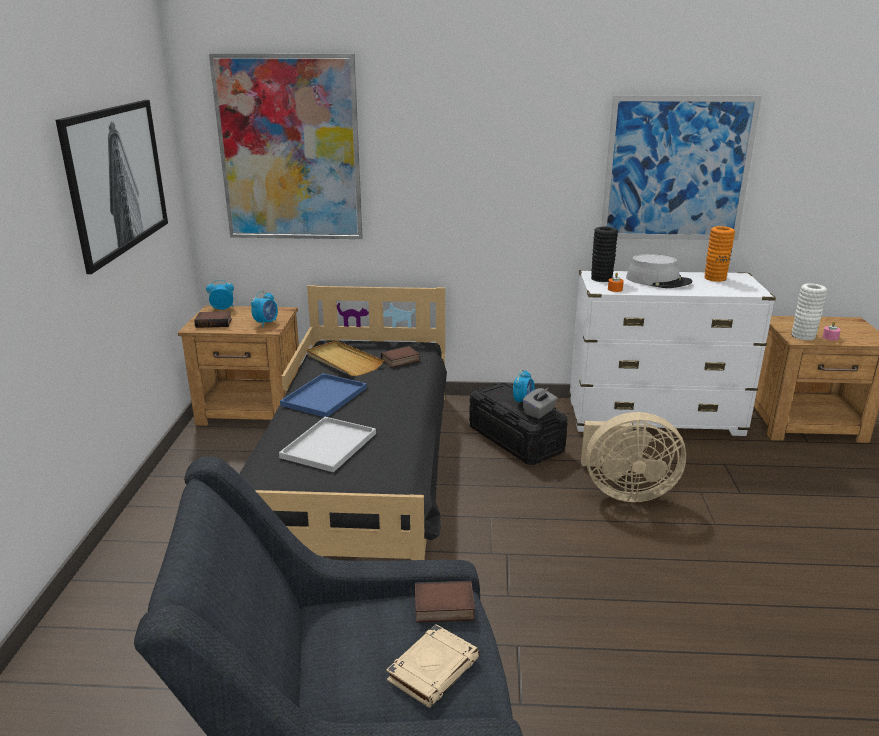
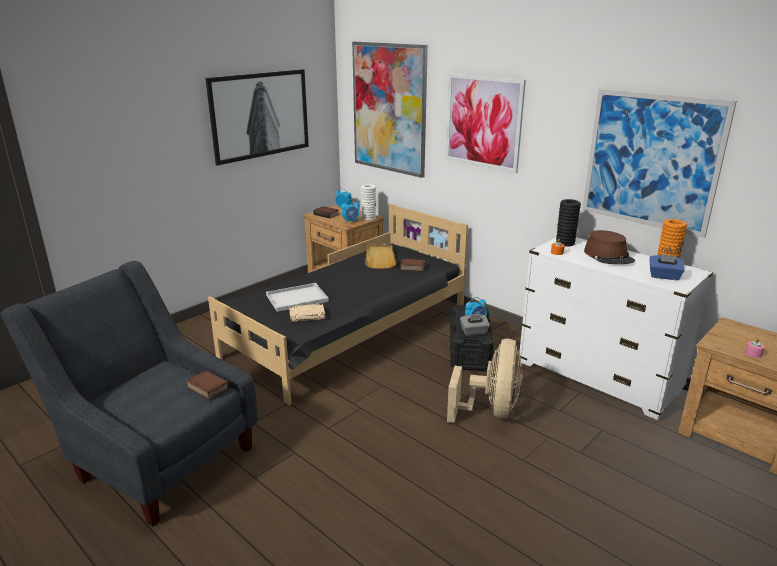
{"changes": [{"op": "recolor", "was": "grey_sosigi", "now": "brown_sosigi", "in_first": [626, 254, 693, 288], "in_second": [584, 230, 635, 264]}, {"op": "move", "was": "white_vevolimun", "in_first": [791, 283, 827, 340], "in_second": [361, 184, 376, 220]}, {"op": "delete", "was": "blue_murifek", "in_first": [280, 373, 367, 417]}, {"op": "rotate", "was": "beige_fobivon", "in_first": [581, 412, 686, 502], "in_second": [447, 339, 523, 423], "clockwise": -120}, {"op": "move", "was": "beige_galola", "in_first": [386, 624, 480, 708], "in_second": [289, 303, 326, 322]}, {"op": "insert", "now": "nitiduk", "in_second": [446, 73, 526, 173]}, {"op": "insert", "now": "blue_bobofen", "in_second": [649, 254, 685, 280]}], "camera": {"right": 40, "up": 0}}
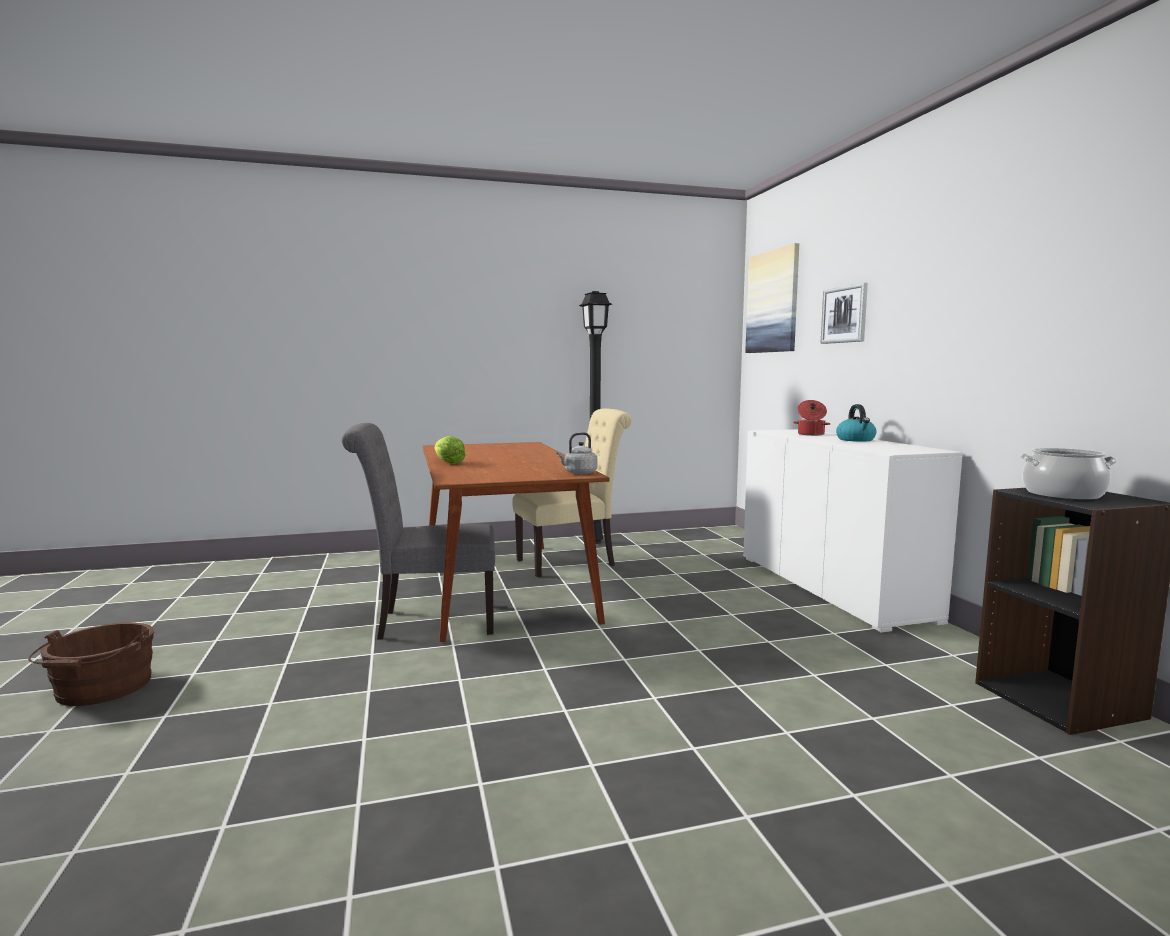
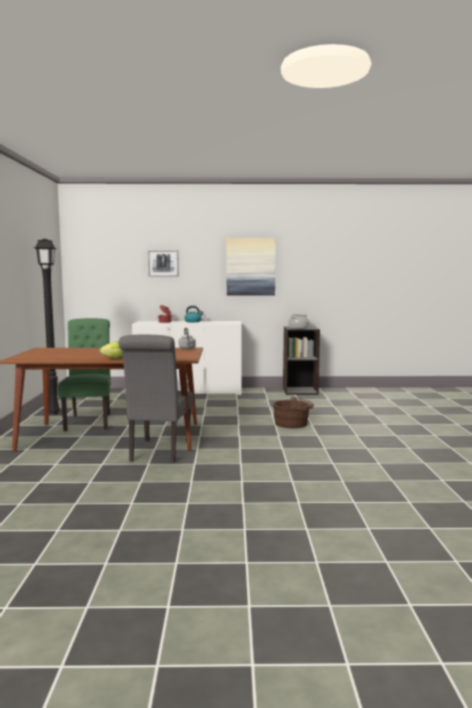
{"changes": [{"op": "move", "was": "nitiduk", "in_first": [745, 243, 799, 353], "in_second": [226, 238, 276, 296]}, {"op": "recolor", "was": "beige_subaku", "now": "green_subaku", "in_first": [512, 409, 632, 577], "in_second": [58, 318, 111, 431]}, {"op": "move", "was": "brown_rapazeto", "in_first": [28, 622, 154, 706], "in_second": [273, 397, 314, 428]}], "camera": {"right": -75, "up": 0}}
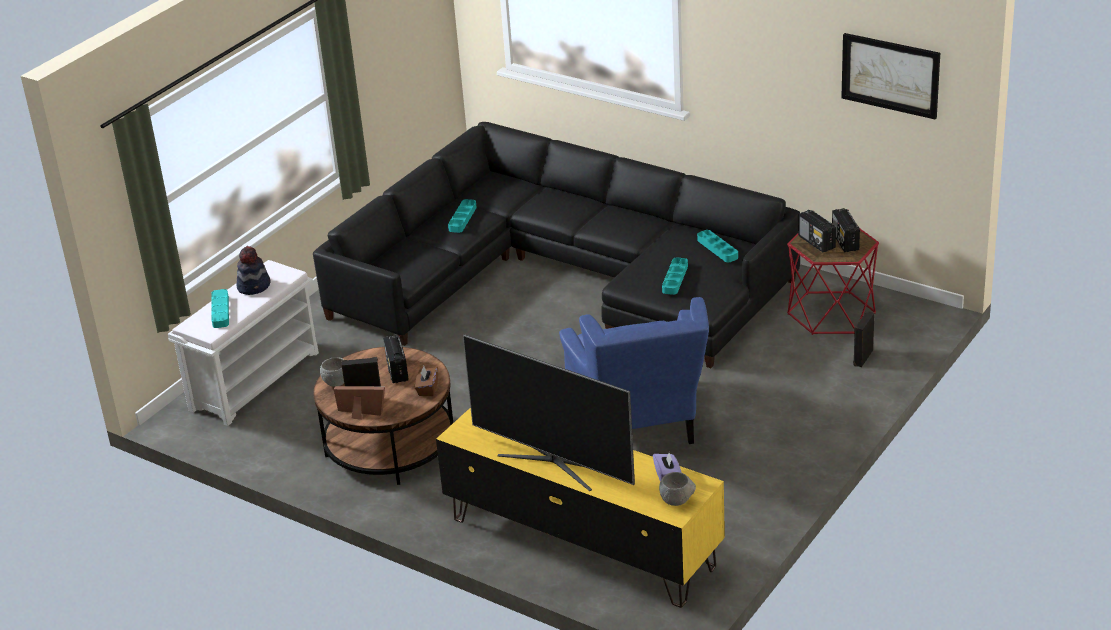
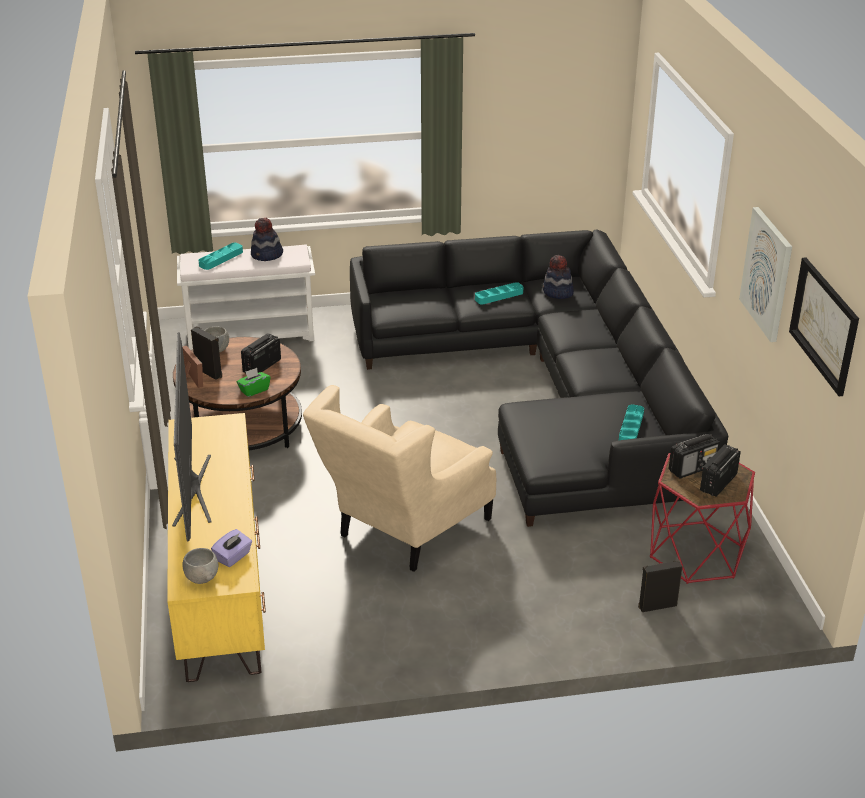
{"changes": [{"op": "rotate", "was": "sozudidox", "in_first": [798, 210, 836, 252], "in_second": [669, 434, 720, 479], "clockwise": -135}, {"op": "delete", "was": "turquoise_murifek", "in_first": [662, 257, 688, 295]}, {"op": "recolor", "was": "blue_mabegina", "now": "beige_mabegina", "in_first": [559, 297, 709, 444], "in_second": [303, 385, 496, 572]}, {"op": "recolor", "was": "brown_bobofen", "now": "green_bobofen", "in_first": [415, 366, 438, 396], "in_second": [237, 368, 271, 397]}, {"op": "insert", "now": "nitiduk", "in_second": [739, 207, 792, 342]}, {"op": "insert", "now": "sosigi", "in_second": [543, 255, 574, 299]}], "camera": {"right": 45, "up": 0}}
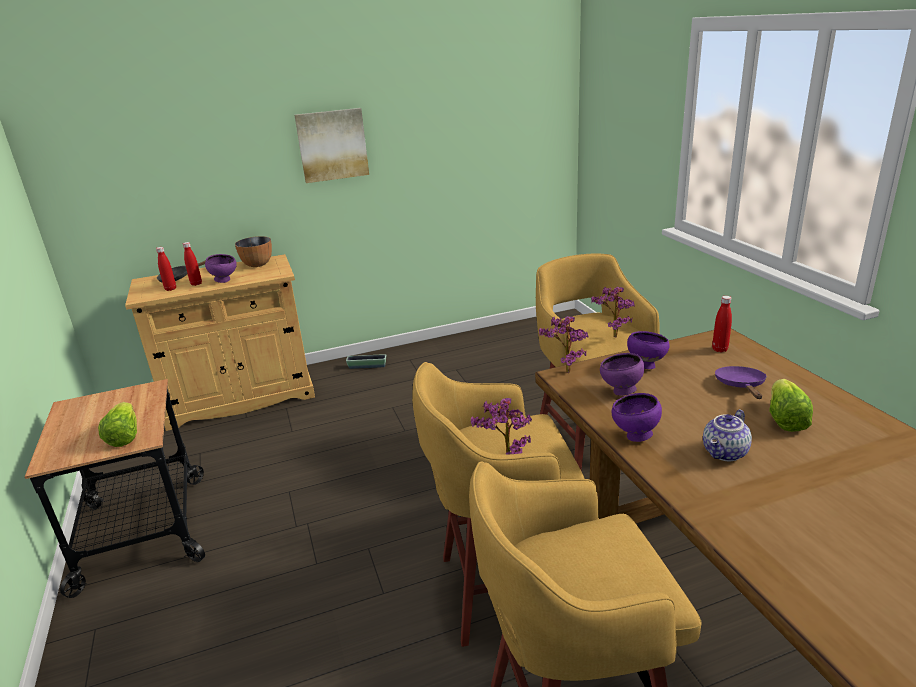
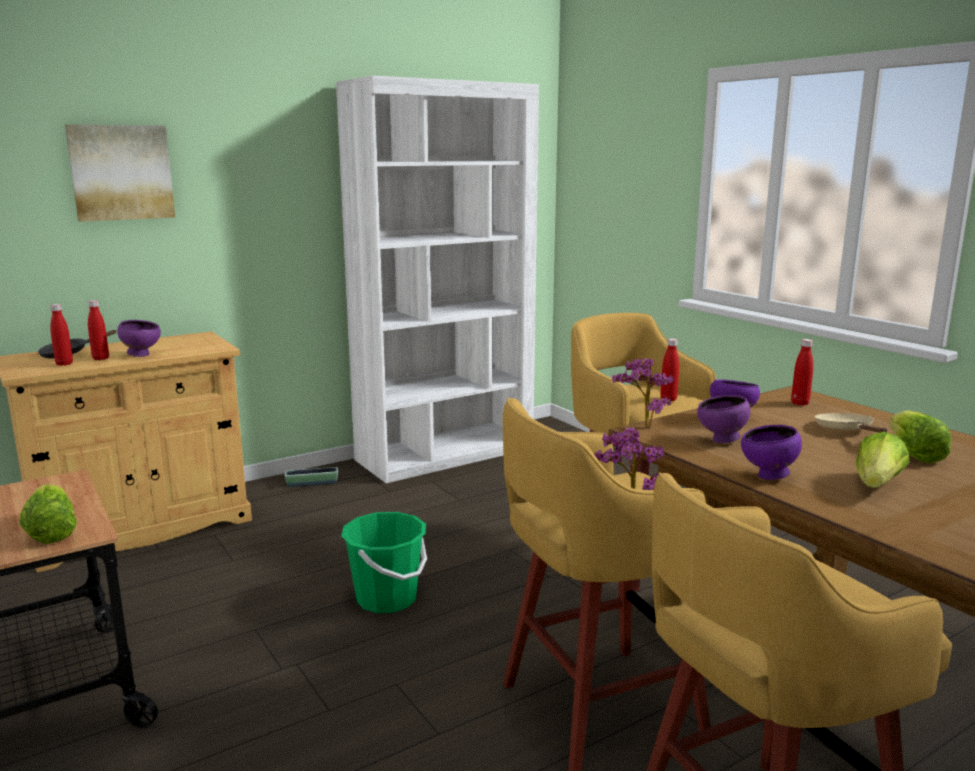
{"changes": [{"op": "move", "was": "nitiduk", "in_first": [294, 108, 369, 183], "in_second": [65, 124, 175, 222]}, {"op": "delete", "was": "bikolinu", "in_first": [235, 236, 272, 267]}, {"op": "replace", "was": "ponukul", "now": "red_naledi", "in_first": [591, 287, 635, 338], "in_second": [660, 338, 679, 401]}, {"op": "recolor", "was": "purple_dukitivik", "now": "beige_dukitivik", "in_first": [715, 366, 767, 399], "in_second": [815, 413, 887, 433]}, {"op": "replace", "was": "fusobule", "now": "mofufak", "in_first": [703, 409, 752, 461], "in_second": [856, 432, 910, 488]}, {"op": "insert", "now": "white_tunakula", "in_second": [336, 76, 539, 483]}, {"op": "insert", "now": "green_rapazeto", "in_second": [341, 512, 427, 613]}], "camera": {"right": -15, "up": -10}}
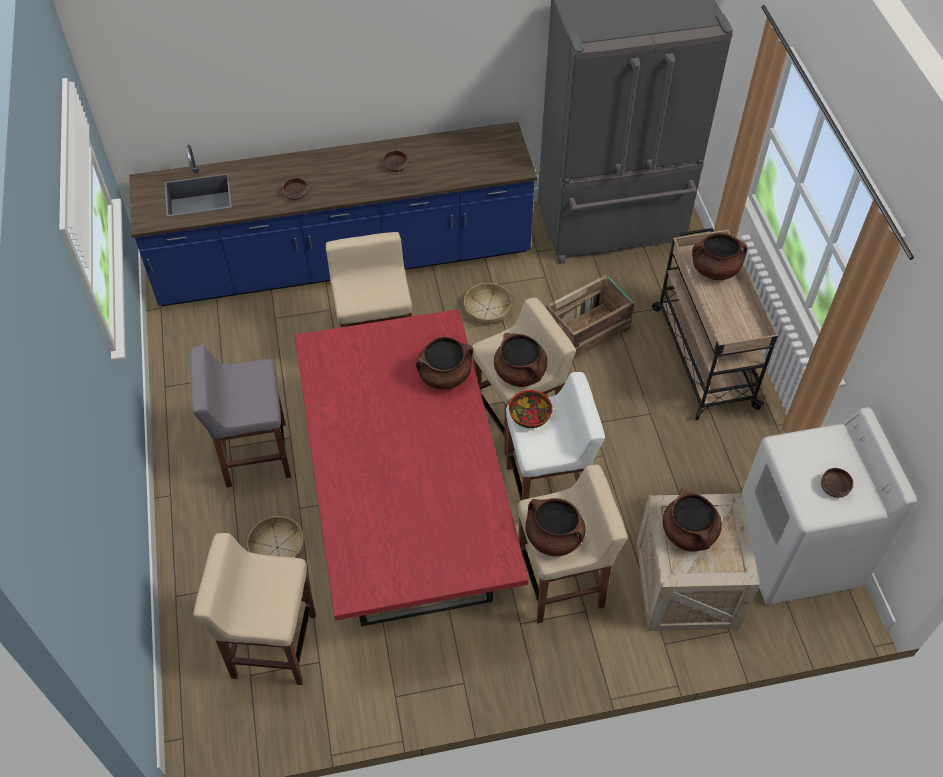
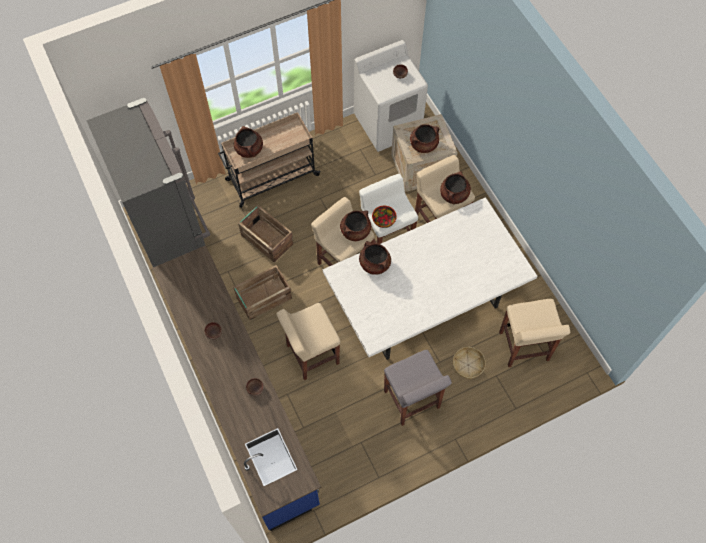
{"changes": [{"op": "replace", "was": "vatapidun", "now": "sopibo", "in_first": [464, 283, 512, 326], "in_second": [233, 265, 292, 320]}, {"op": "recolor", "was": "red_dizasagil", "now": "white_dizasagil", "in_first": [295, 309, 529, 626], "in_second": [323, 197, 537, 360]}], "camera": {"right": -105, "up": 10}}
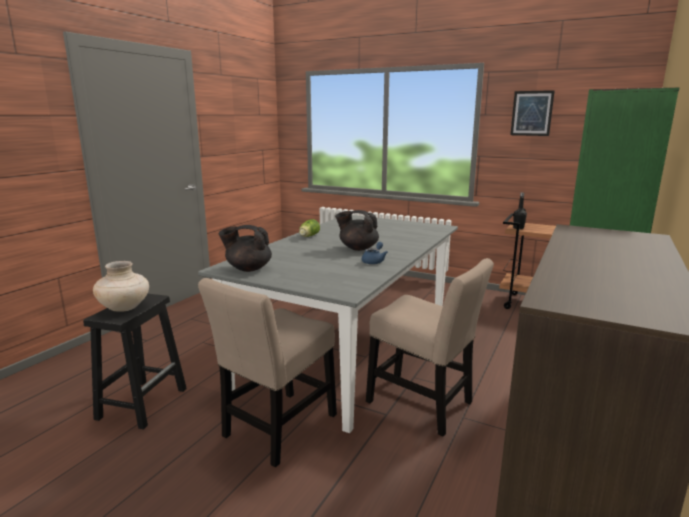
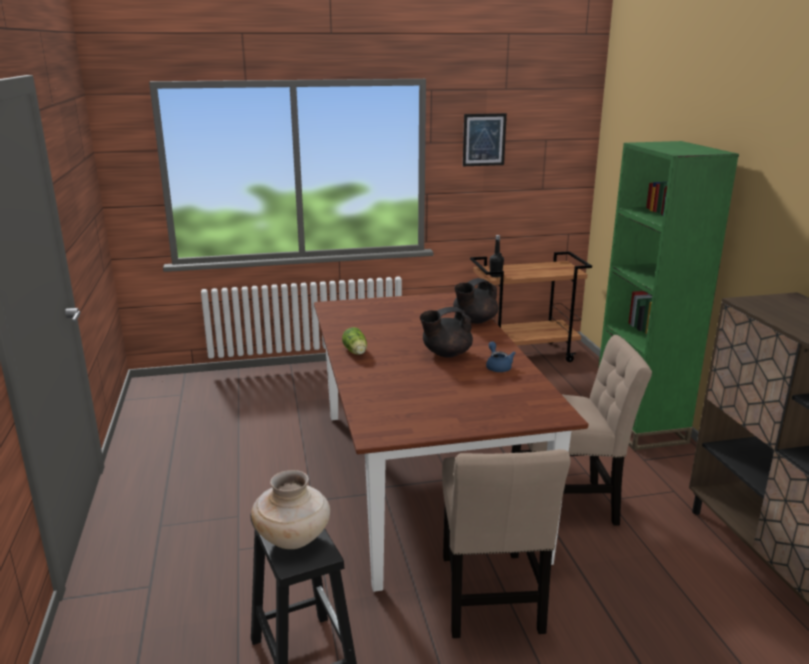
{"changes": [{"op": "recolor", "was": "grey_dizasagil", "now": "brown_dizasagil", "in_first": [198, 215, 458, 433], "in_second": [314, 292, 588, 592]}, {"op": "move", "was": "black_fusobule", "in_first": [219, 225, 272, 272], "in_second": [453, 278, 498, 324]}], "camera": {"right": -40, "up": 5}}
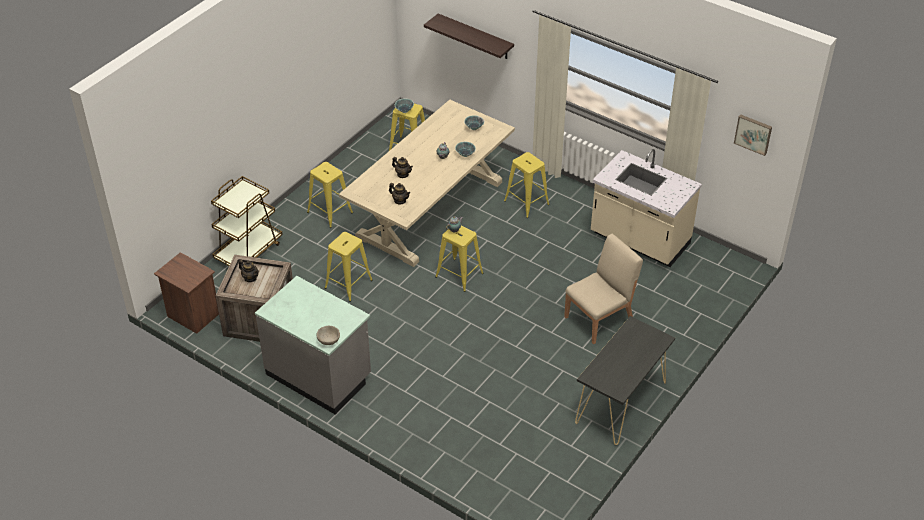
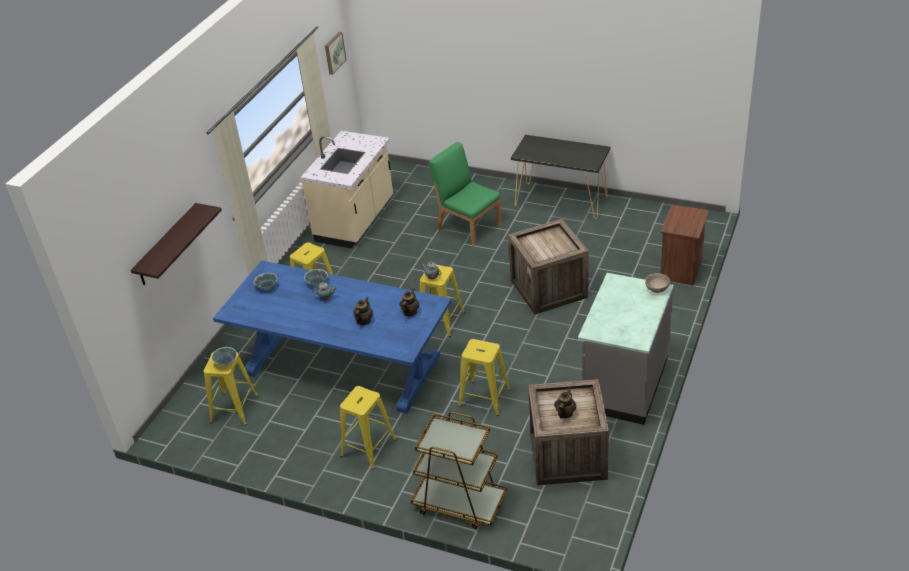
{"changes": [{"op": "recolor", "was": "beige_dizasagil", "now": "blue_dizasagil", "in_first": [339, 100, 515, 267], "in_second": [213, 260, 452, 414]}, {"op": "recolor", "was": "beige_subaku", "now": "green_subaku", "in_first": [564, 234, 643, 344], "in_second": [429, 142, 501, 246]}, {"op": "move", "was": "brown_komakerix", "in_first": [154, 252, 219, 334], "in_second": [661, 205, 709, 286]}, {"op": "insert", "now": "sopibo", "in_second": [508, 219, 589, 315]}], "camera": {"right": -100, "up": -5}}
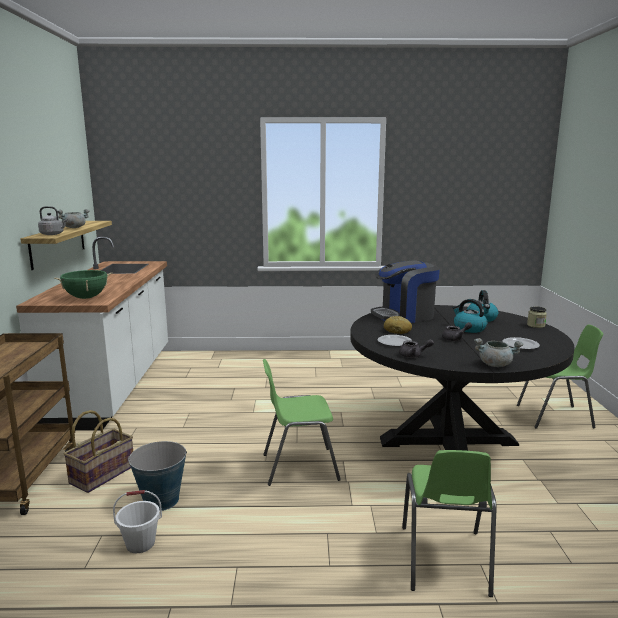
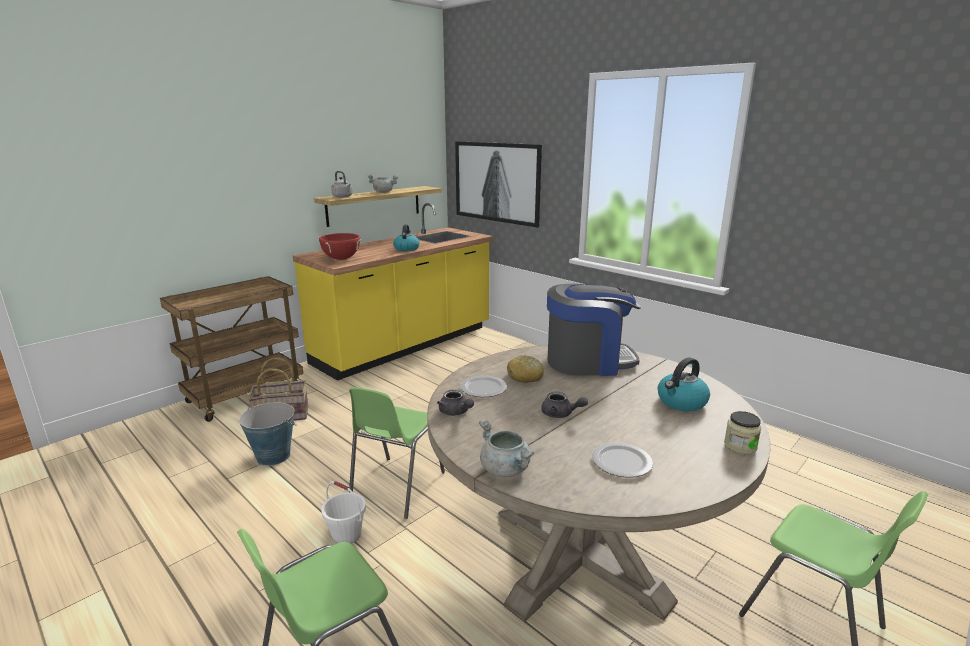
{"changes": [{"op": "recolor", "was": "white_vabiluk", "now": "yellow_vabiluk", "in_first": [16, 237, 168, 431], "in_second": [292, 203, 493, 381]}, {"op": "rotate", "was": "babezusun", "in_first": [371, 260, 440, 323], "in_second": [547, 284, 641, 376], "clockwise": 150}, {"op": "recolor", "was": "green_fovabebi", "now": "red_fovabebi", "in_first": [54, 270, 112, 299], "in_second": [318, 233, 362, 260]}, {"op": "move", "was": "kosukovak", "in_first": [453, 299, 487, 333], "in_second": [393, 224, 419, 251]}, {"op": "recolor", "was": "black_dizasagil", "now": "beige_dizasagil", "in_first": [350, 305, 574, 451], "in_second": [427, 345, 771, 622]}, {"op": "rotate", "was": "green_subaku", "in_first": [263, 359, 341, 486], "in_second": [349, 387, 445, 519], "clockwise": -105}, {"op": "move", "was": "white_rapazeto", "in_first": [113, 490, 162, 553], "in_second": [321, 481, 366, 544]}, {"op": "insert", "now": "nitiduk", "in_second": [455, 141, 542, 228]}], "camera": {"right": 45, "up": 5}}
